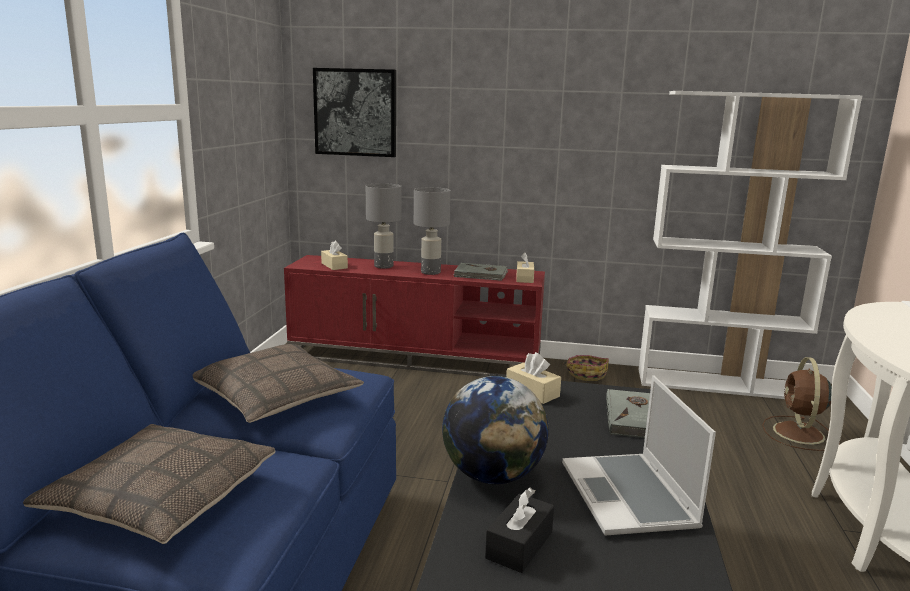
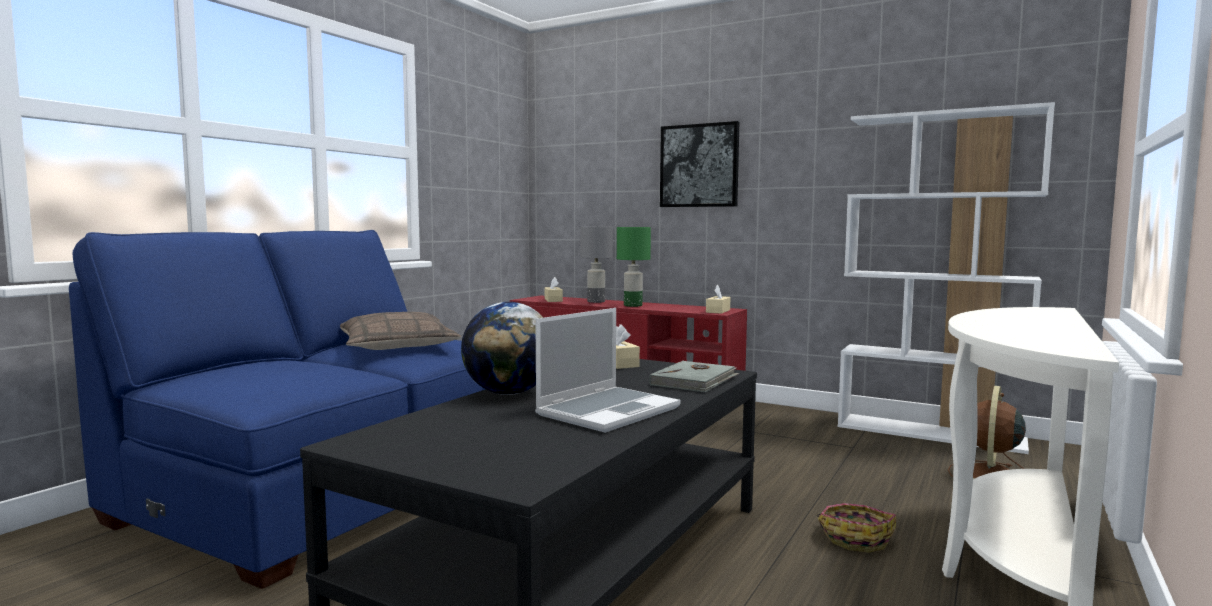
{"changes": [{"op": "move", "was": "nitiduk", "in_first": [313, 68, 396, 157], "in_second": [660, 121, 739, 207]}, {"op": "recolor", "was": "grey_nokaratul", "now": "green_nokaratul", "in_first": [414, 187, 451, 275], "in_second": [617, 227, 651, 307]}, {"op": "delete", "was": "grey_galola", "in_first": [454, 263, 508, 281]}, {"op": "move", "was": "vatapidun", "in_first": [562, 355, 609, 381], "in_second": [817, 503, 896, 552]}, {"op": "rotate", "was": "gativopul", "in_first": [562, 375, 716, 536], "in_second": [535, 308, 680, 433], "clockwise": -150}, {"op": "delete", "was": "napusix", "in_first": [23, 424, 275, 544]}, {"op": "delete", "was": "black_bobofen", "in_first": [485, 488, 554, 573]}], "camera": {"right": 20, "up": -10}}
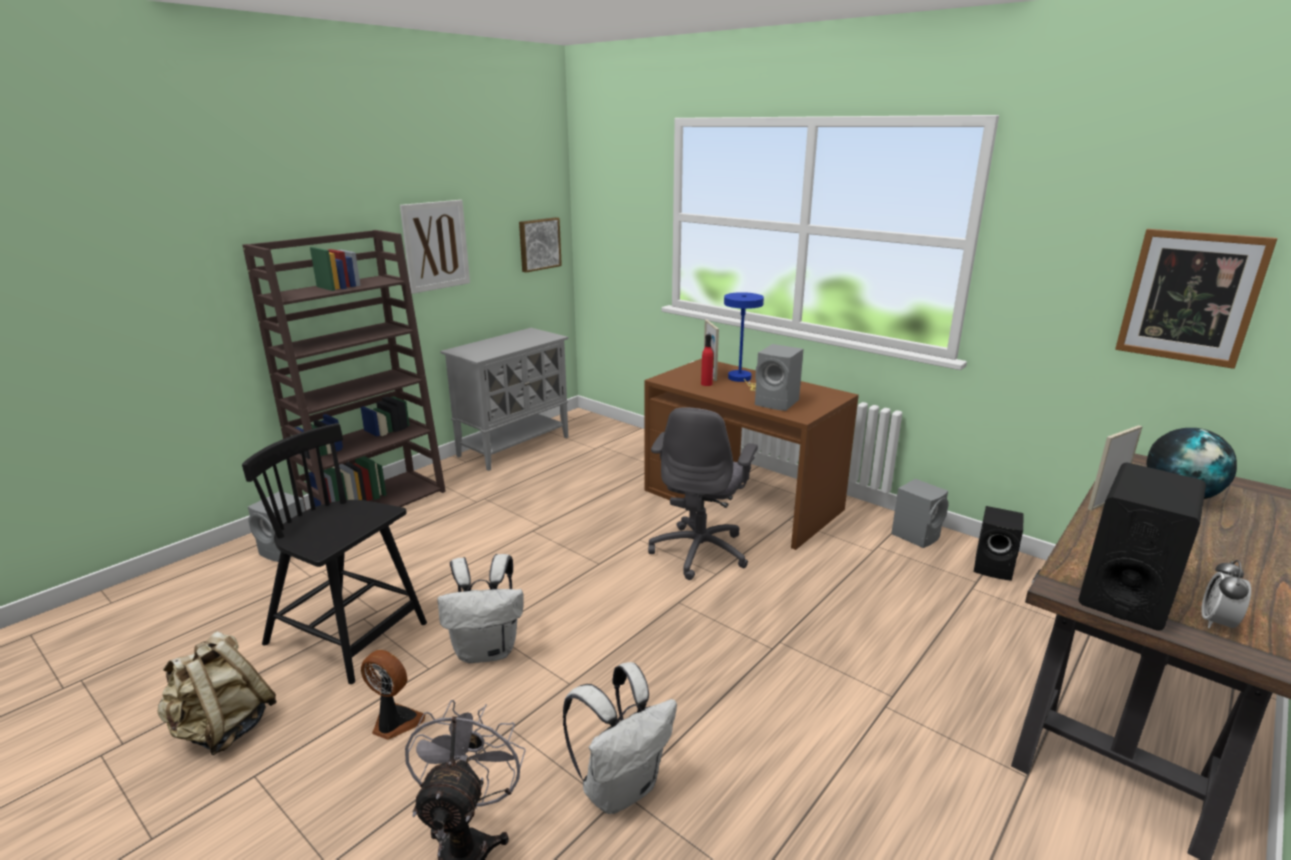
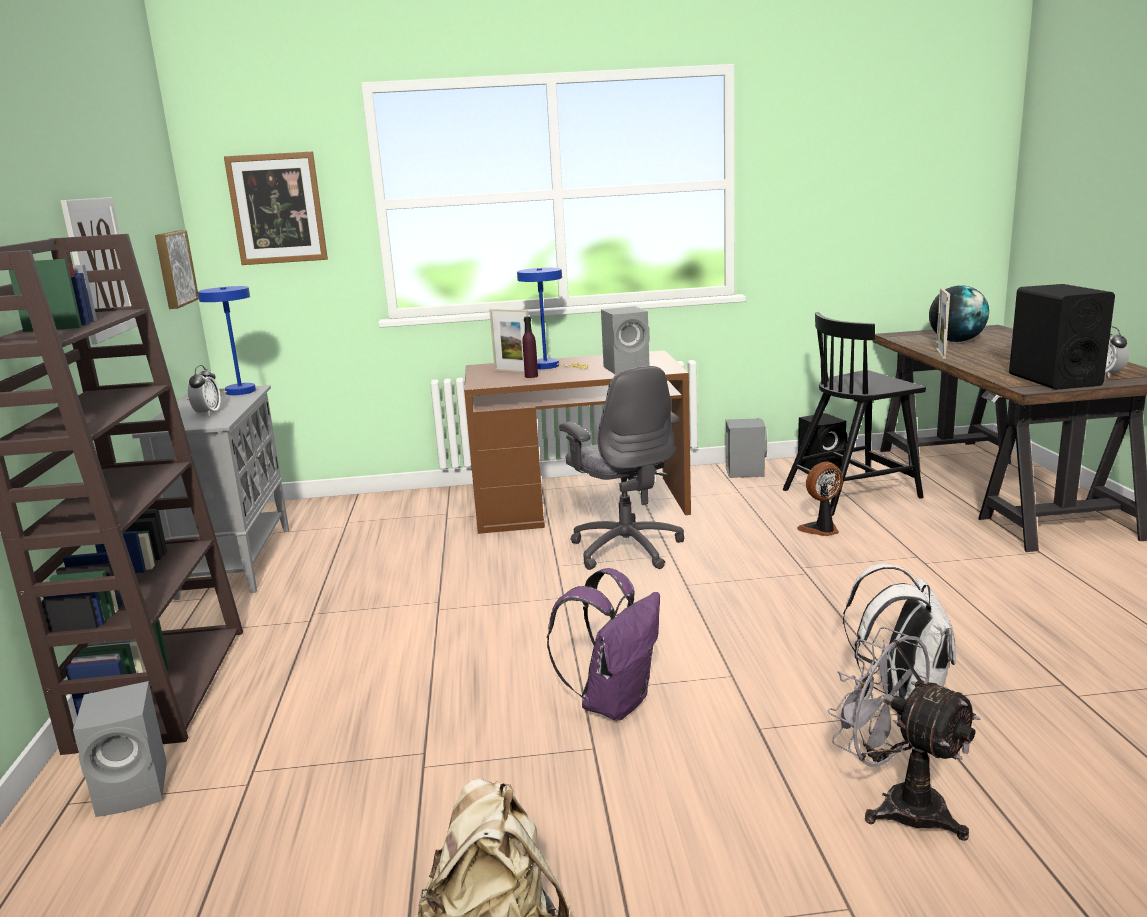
{"changes": [{"op": "move", "was": "nitiduk", "in_first": [1115, 229, 1278, 369], "in_second": [224, 152, 328, 265]}, {"op": "recolor", "was": "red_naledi", "now": "purple_naledi", "in_first": [701, 334, 713, 386], "in_second": [522, 316, 538, 378]}, {"op": "move", "was": "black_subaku", "in_first": [242, 423, 427, 684], "in_second": [783, 312, 926, 516]}, {"op": "recolor", "was": "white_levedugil", "now": "purple_levedugil", "in_first": [438, 554, 524, 663], "in_second": [547, 568, 660, 721]}, {"op": "move", "was": "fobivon", "in_first": [361, 650, 426, 740], "in_second": [797, 461, 843, 536]}, {"op": "insert", "now": "blue_nokaratul", "in_second": [187, 286, 256, 401]}, {"op": "insert", "now": "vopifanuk", "in_second": [188, 365, 221, 416]}], "camera": {"right": -45, "up": -5}}
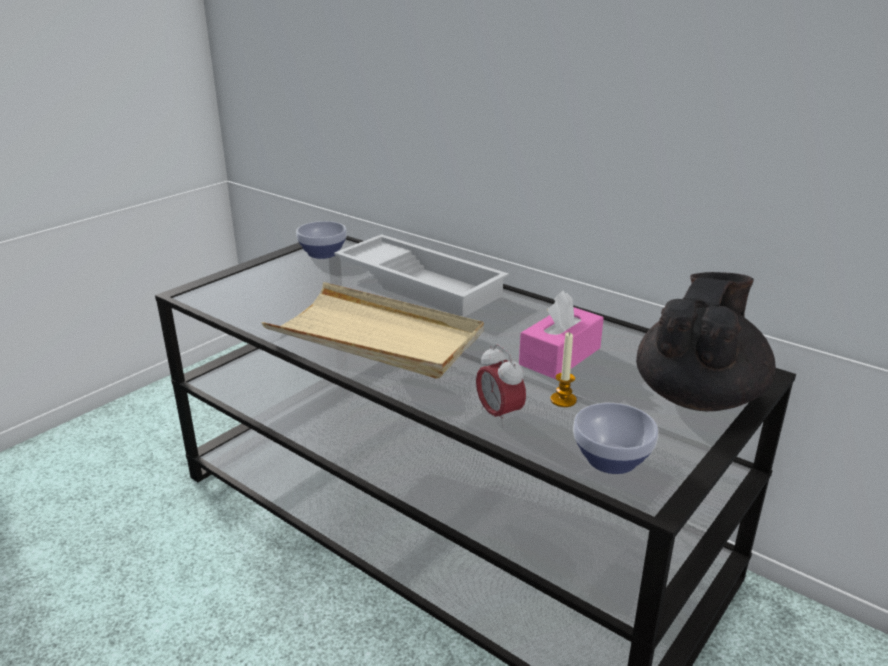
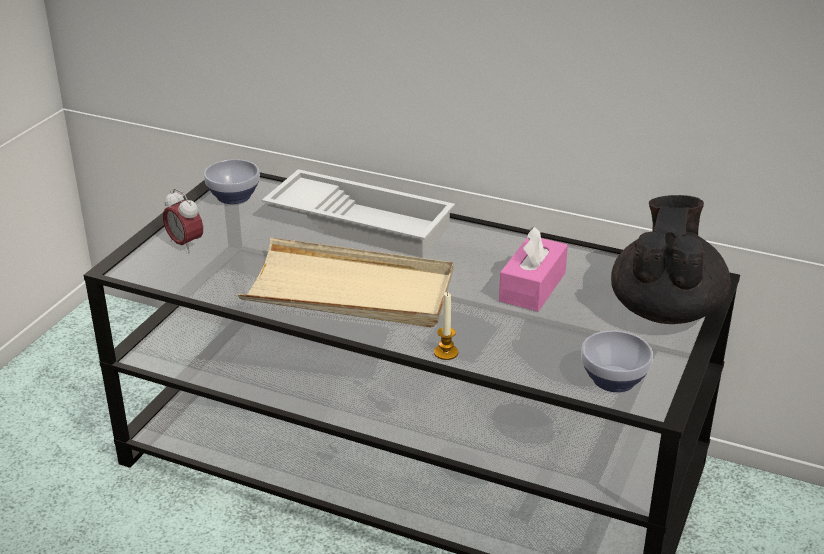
{"changes": [{"op": "move", "was": "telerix", "in_first": [550, 332, 577, 407], "in_second": [434, 292, 458, 360]}, {"op": "move", "was": "vopifanuk", "in_first": [476, 344, 526, 428], "in_second": [163, 189, 203, 253]}], "camera": {"right": -15, "up": 5}}
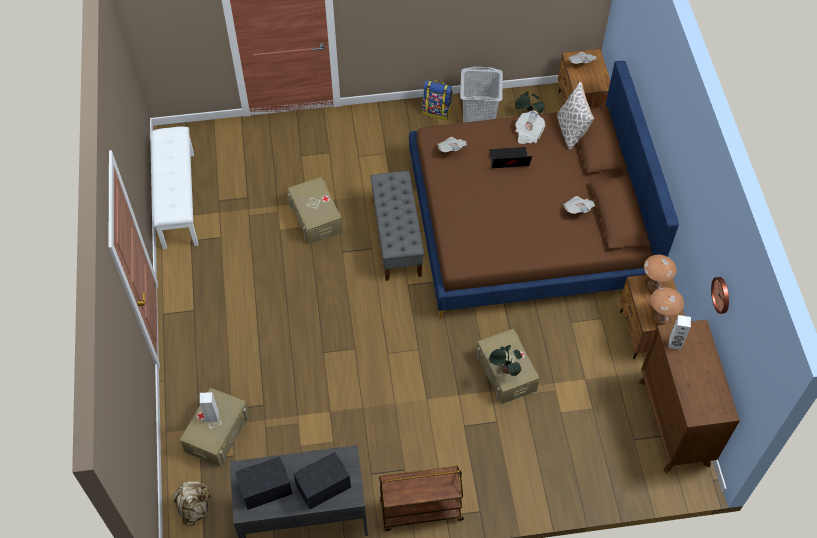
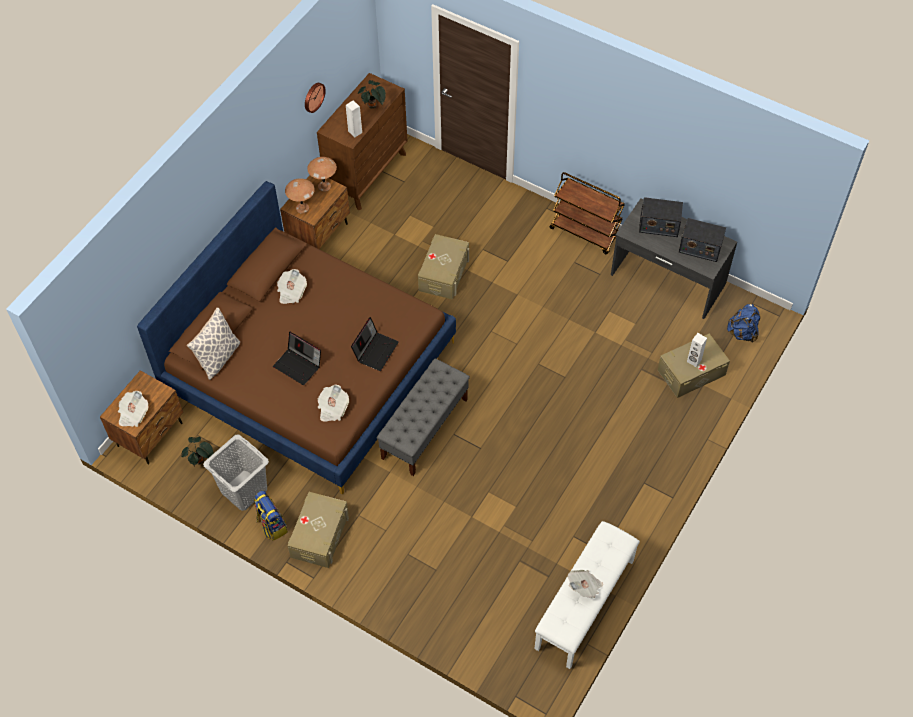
{"changes": [{"op": "move", "was": "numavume", "in_first": [515, 111, 545, 144], "in_second": [568, 570, 603, 598]}, {"op": "move", "was": "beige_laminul", "in_first": [288, 177, 343, 244], "in_second": [288, 492, 349, 568]}, {"op": "move", "was": "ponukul", "in_first": [488, 345, 522, 376], "in_second": [357, 80, 386, 109]}, {"op": "recolor", "was": "beige_levedugil", "now": "blue_levedugil", "in_first": [172, 481, 211, 526], "in_second": [727, 304, 760, 342]}, {"op": "insert", "now": "gativopul", "in_second": [351, 317, 399, 371]}], "camera": {"right": -140, "up": 0}}
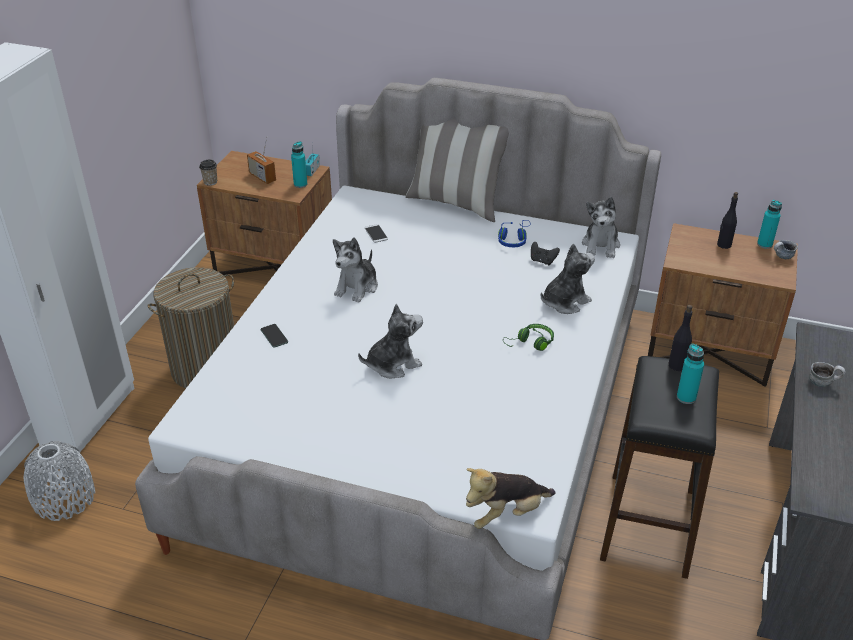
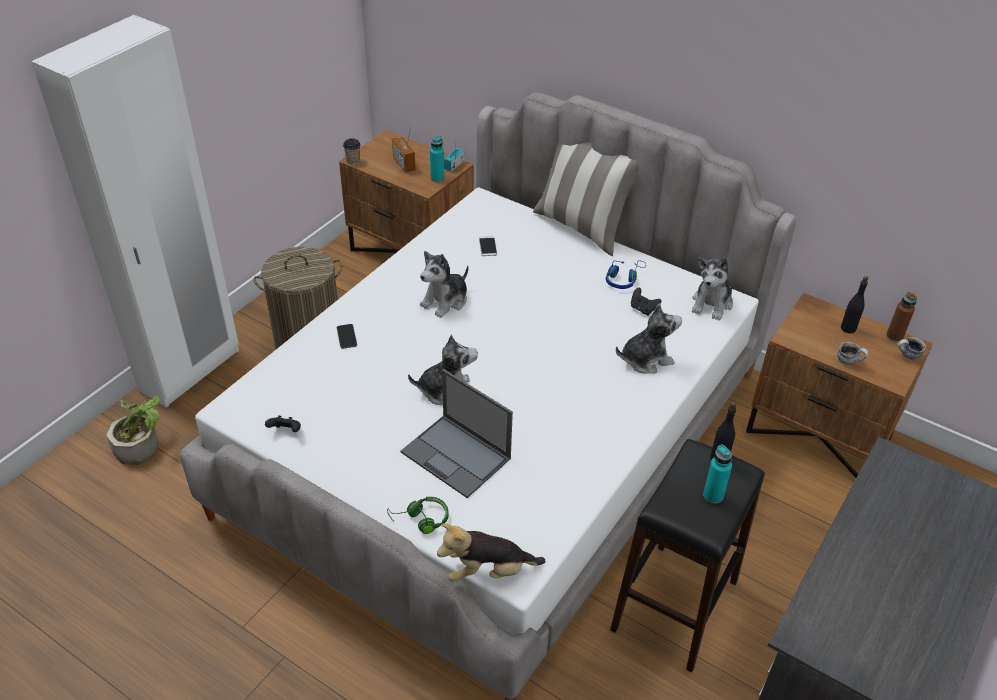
{"changes": [{"op": "recolor", "was": "turquoise_naledi", "now": "brown_naledi", "in_first": [757, 200, 782, 249], "in_second": [886, 292, 917, 342]}, {"op": "move", "was": "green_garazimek", "in_first": [503, 324, 554, 351], "in_second": [387, 497, 449, 534]}, {"op": "move", "was": "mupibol", "in_first": [809, 362, 845, 387], "in_second": [837, 342, 869, 365]}, {"op": "replace", "was": "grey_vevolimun", "now": "ponukul", "in_first": [23, 441, 95, 521], "in_second": [106, 396, 159, 465]}, {"op": "insert", "now": "gativopul", "in_second": [401, 369, 513, 498]}, {"op": "insert", "now": "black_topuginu", "in_second": [265, 415, 301, 432]}], "camera": {"right": 15, "up": 5}}
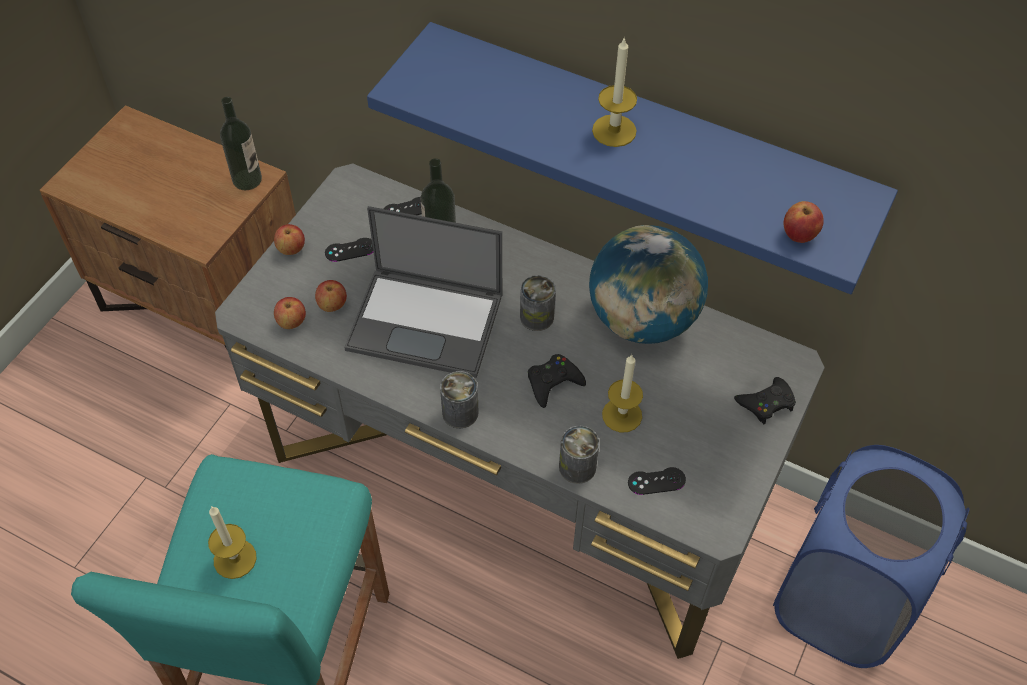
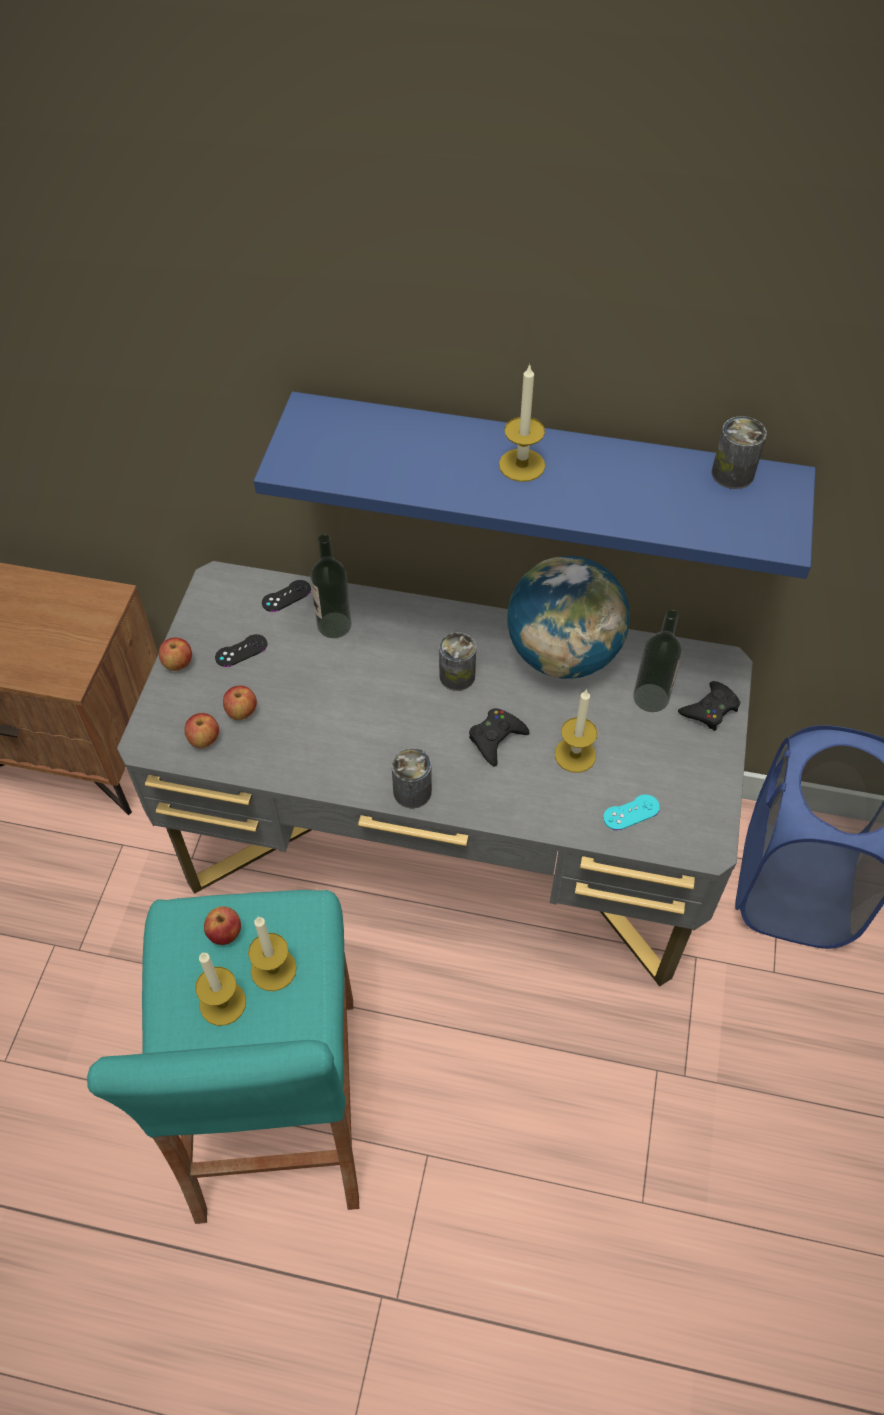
{"changes": [{"op": "move", "was": "naledi", "in_first": [220, 97, 262, 190], "in_second": [633, 609, 682, 712]}, {"op": "move", "was": "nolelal", "in_first": [783, 201, 824, 243], "in_second": [204, 906, 241, 945]}, {"op": "delete", "was": "gativopul", "in_first": [345, 206, 502, 378]}, {"op": "move", "was": "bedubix", "in_first": [559, 426, 600, 484], "in_second": [712, 416, 767, 489]}, {"op": "recolor", "was": "black_topuginu", "now": "turquoise_topuginu", "in_first": [628, 467, 686, 495], "in_second": [603, 794, 660, 830]}, {"op": "insert", "now": "telerix", "in_second": [248, 917, 297, 991]}], "camera": {"right": -15, "up": 0}}
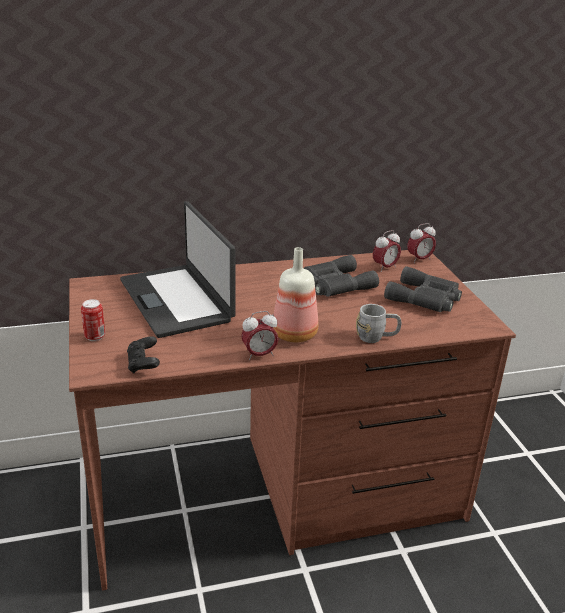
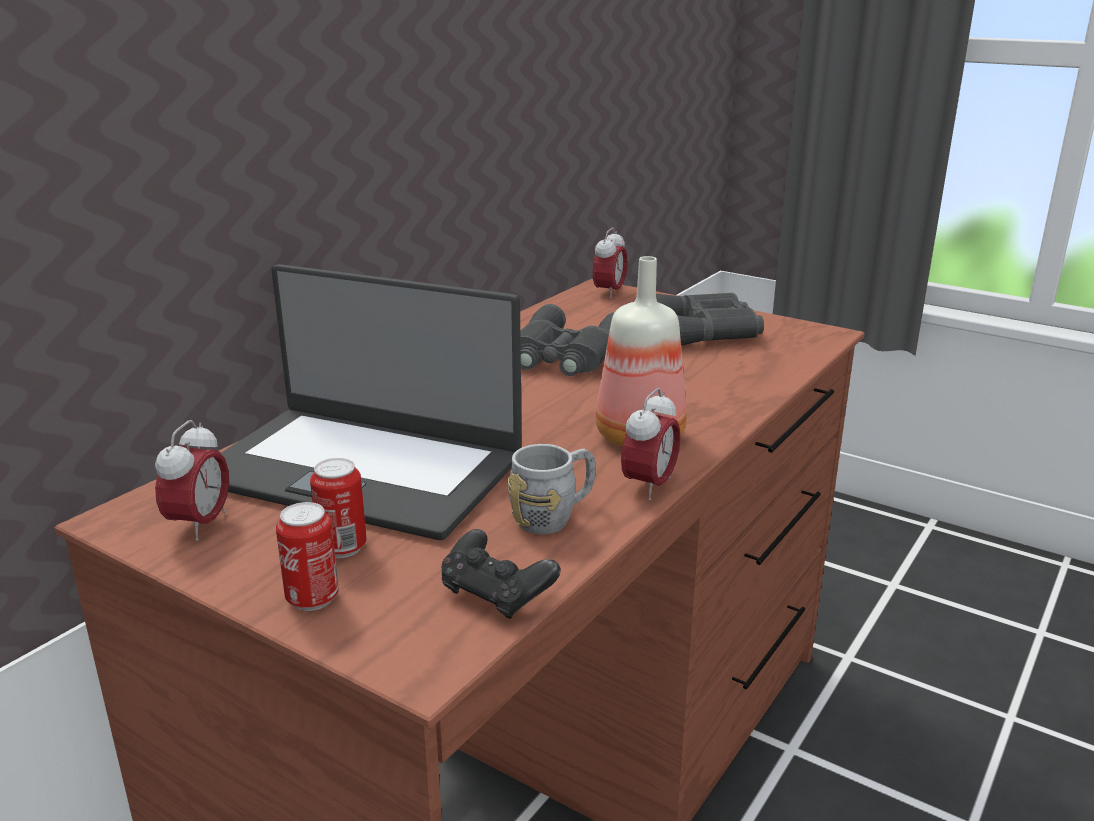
{"changes": [{"op": "move", "was": "vopifanuk", "in_first": [373, 230, 401, 272], "in_second": [155, 420, 229, 541]}, {"op": "move", "was": "grey_mupibol", "in_first": [356, 304, 402, 343], "in_second": [508, 444, 596, 534]}, {"op": "insert", "now": "bedubix", "in_second": [310, 458, 367, 558]}], "camera": {"right": -40, "up": -5}}
